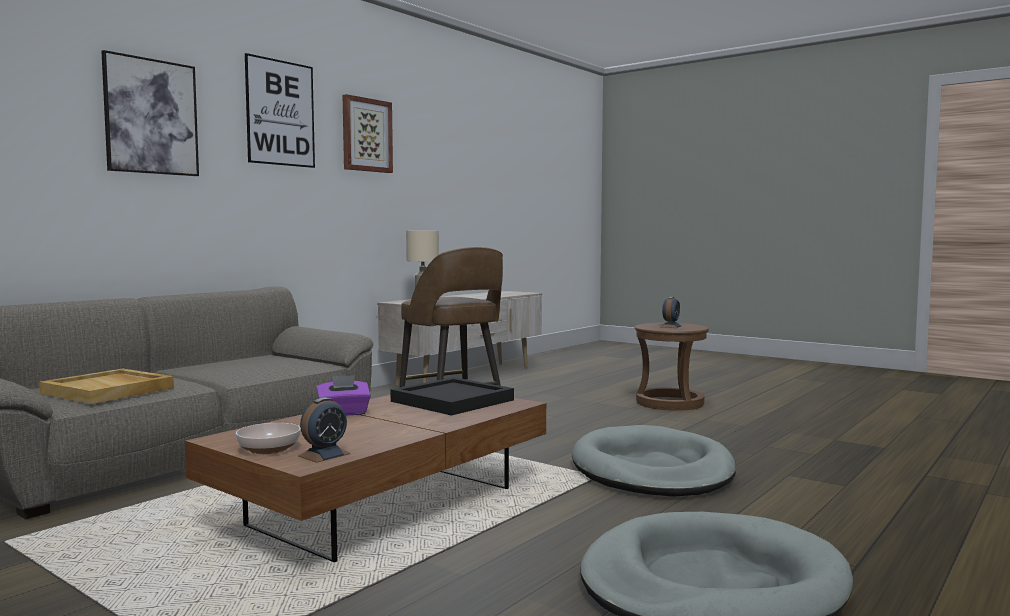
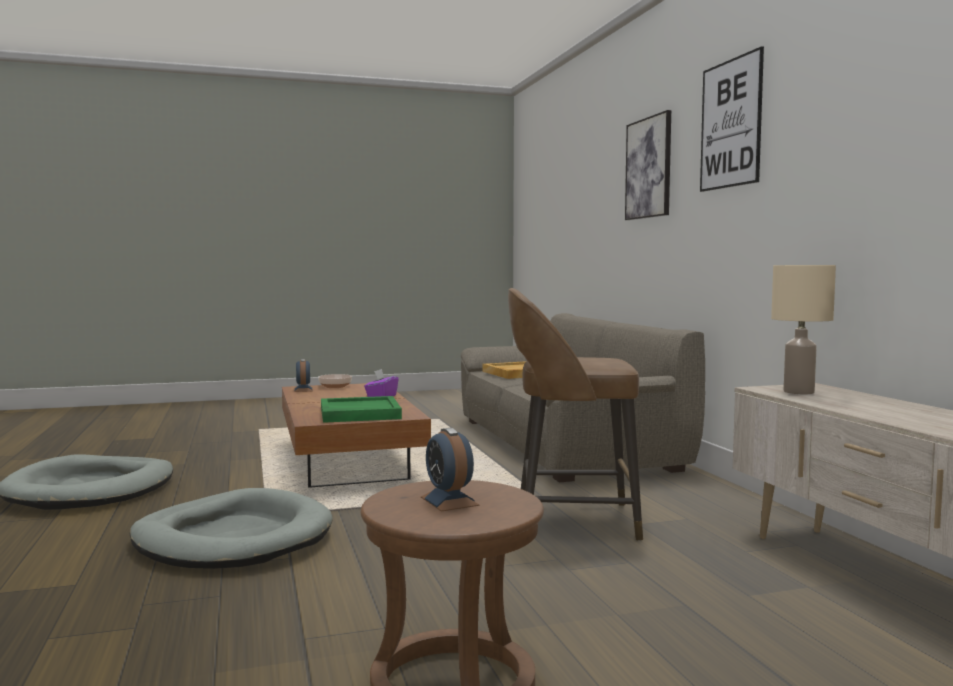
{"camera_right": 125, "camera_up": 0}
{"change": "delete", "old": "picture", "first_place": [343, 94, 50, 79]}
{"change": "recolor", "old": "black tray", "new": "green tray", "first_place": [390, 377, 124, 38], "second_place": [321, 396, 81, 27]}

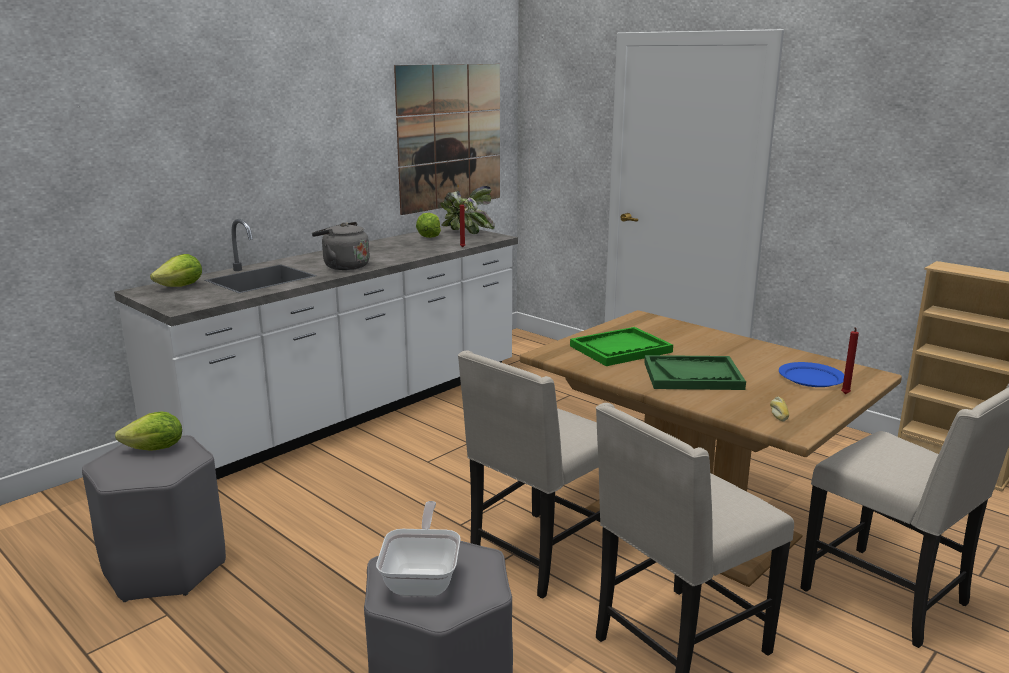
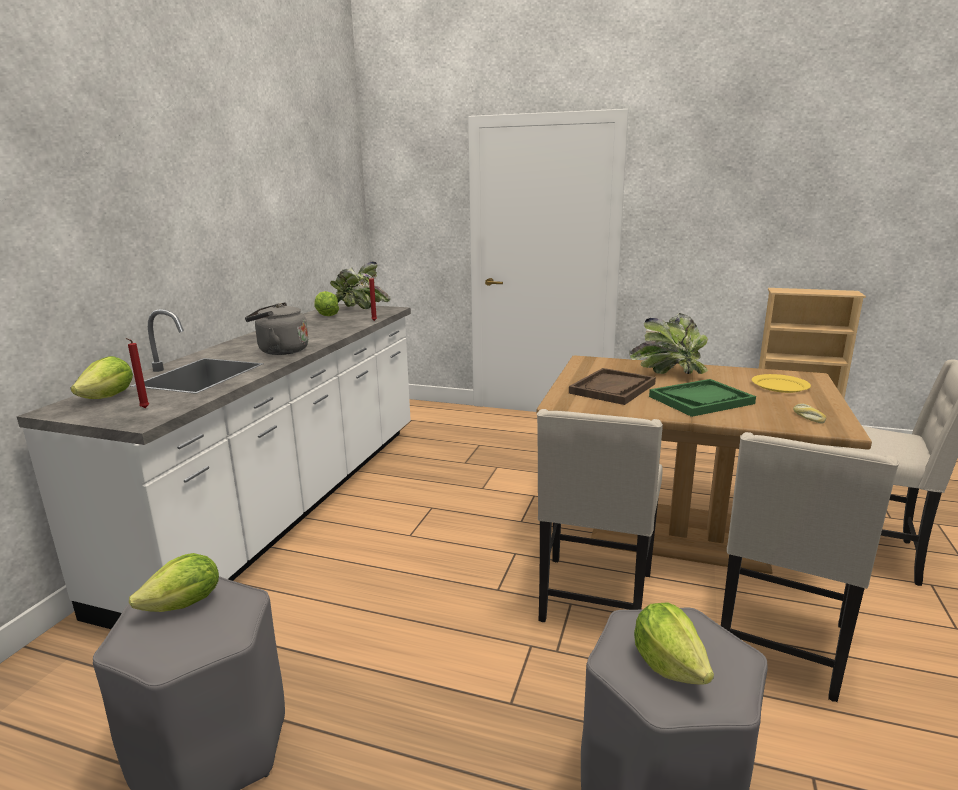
{"camera_right": -25, "camera_up": 0}
{"change": "delete", "old": "picture", "first_place": [394, 64, 106, 151]}
{"change": "insert", "new": "potted plant", "second_place": [630, 313, 78, 61]}
{"change": "move", "old": "red candle", "first_place": [841, 327, 18, 67], "second_place": [126, 338, 23, 70]}
{"change": "replace", "old": "frying pan", "new": "lettuce", "first_place": [376, 501, 85, 96], "second_place": [634, 602, 80, 83]}
{"change": "recolor", "old": "green tray", "new": "brown tray", "first_place": [570, 327, 103, 39], "second_place": [569, 368, 87, 37]}
{"change": "recolor", "old": "blue plate", "new": "yellow plate", "first_place": [779, 362, 65, 25], "second_place": [752, 374, 59, 19]}

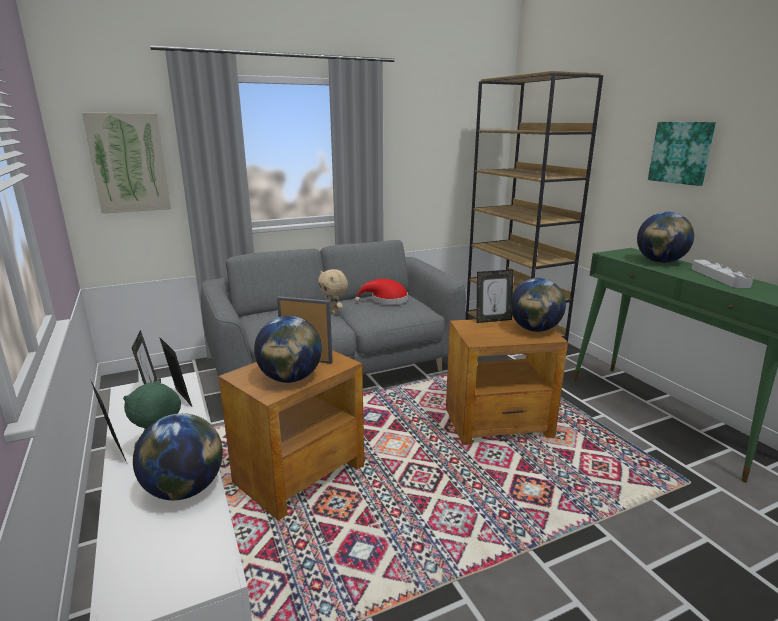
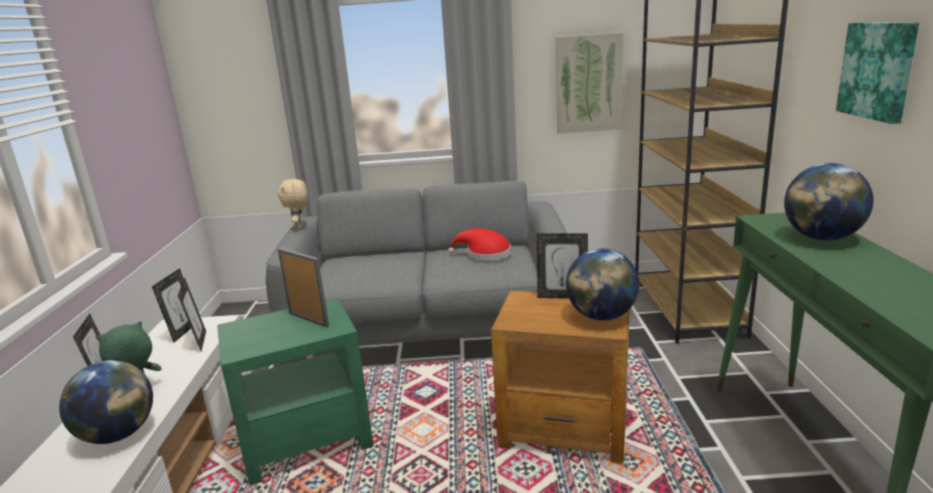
{"camera_right": 25, "camera_up": 0}
{"change": "delete", "old": "globe", "first_place": [254, 316, 68, 67]}
{"change": "delete", "old": "grey tray", "first_place": [692, 260, 61, 28]}
{"change": "move", "old": "picture", "first_place": [82, 113, 89, 100], "second_place": [556, 32, 67, 102]}
{"change": "move", "old": "beige plush toy", "first_place": [318, 269, 30, 46], "second_place": [277, 179, 31, 50]}
{"change": "recolor", "old": "brown side table", "new": "green side table", "first_place": [218, 350, 146, 171], "second_place": [217, 298, 157, 188]}

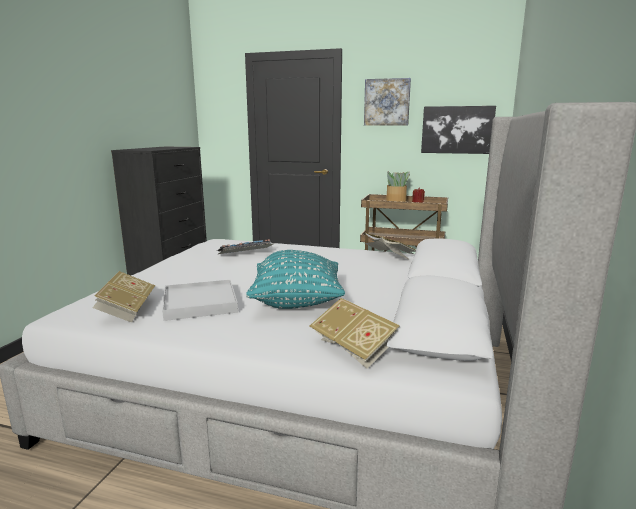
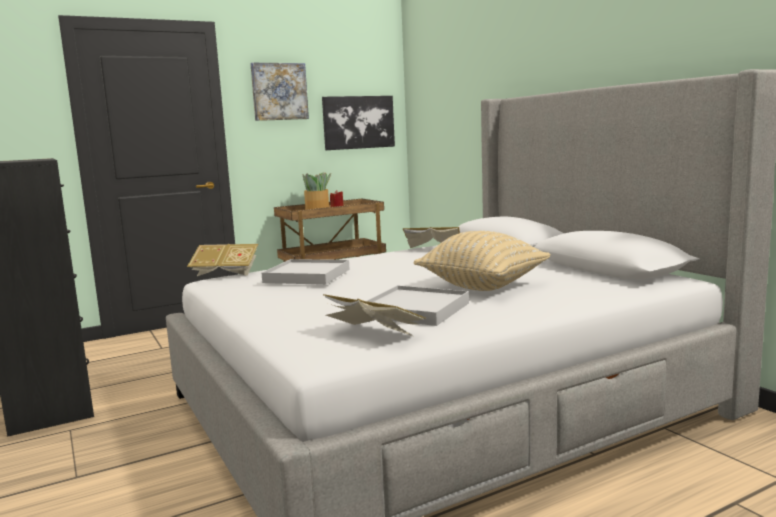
{"camera_right": -45, "camera_up": -5}
{"change": "move", "old": "book", "first_place": [309, 298, 91, 70], "second_place": [187, 244, 71, 32]}
{"change": "replace", "old": "keyboard", "new": "white tray", "first_place": [217, 239, 58, 15], "second_place": [262, 259, 87, 26]}
{"change": "recolor", "old": "turquoise pillow", "new": "beige pillow", "first_place": [246, 250, 99, 59], "second_place": [414, 231, 137, 60]}

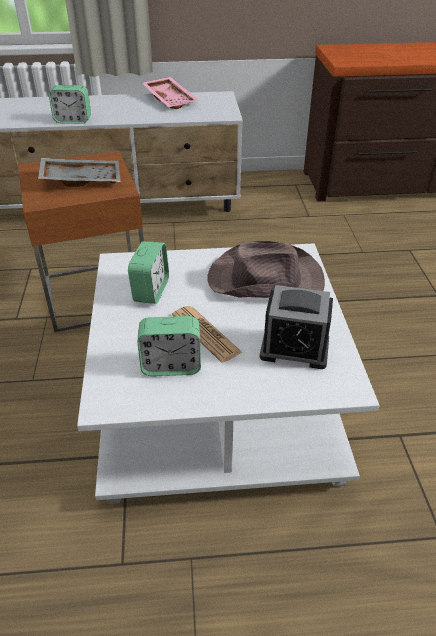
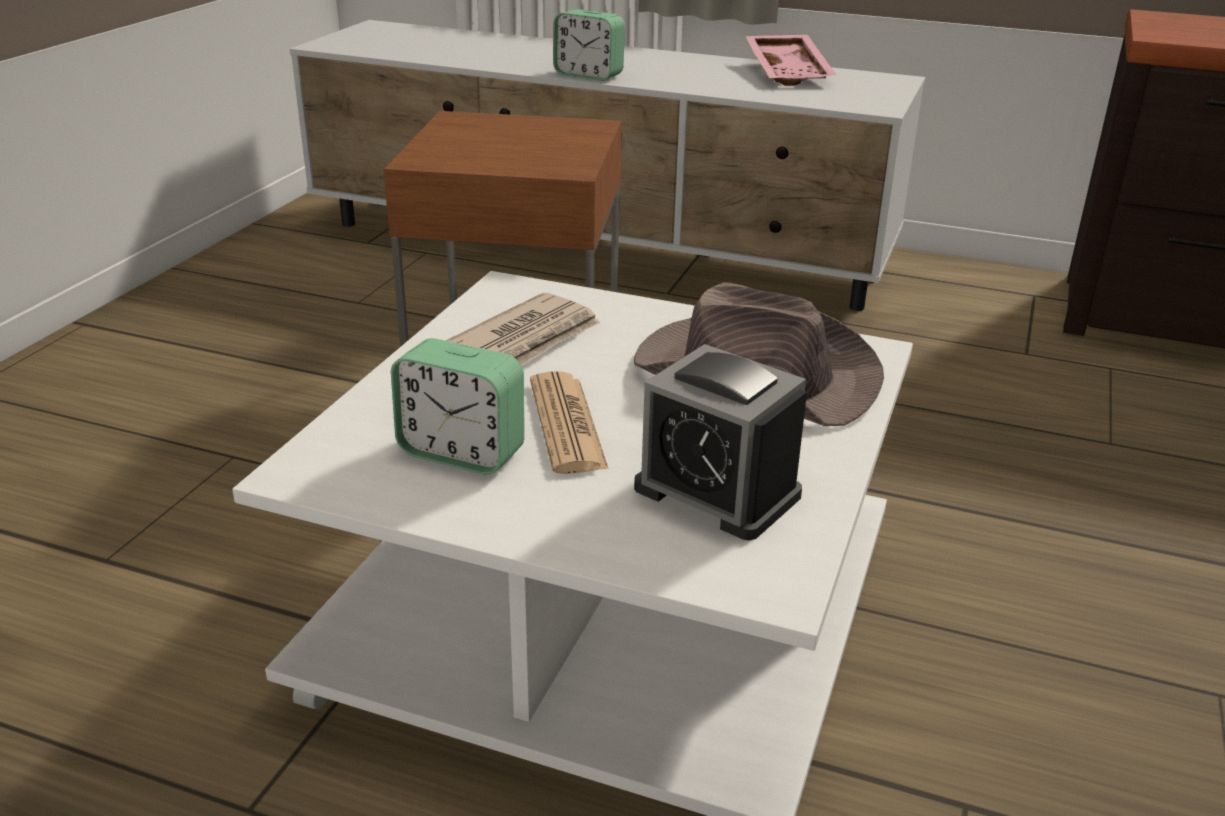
{"camera_right": 25, "camera_up": -10}
{"change": "delete", "old": "grey tray", "first_place": [38, 158, 83, 29]}
{"change": "replace", "old": "alarm clock", "new": "newspaper", "first_place": [128, 241, 41, 63], "second_place": [445, 293, 155, 73]}

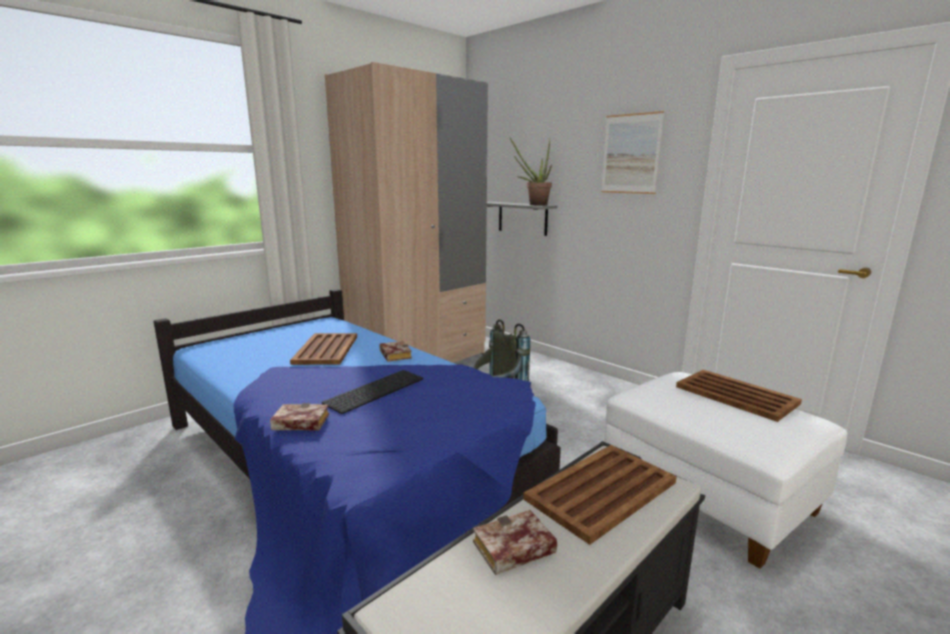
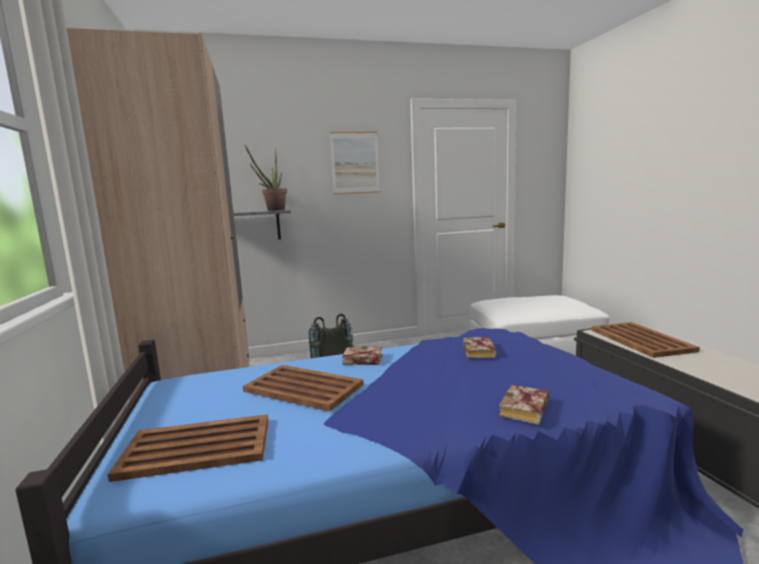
{"camera_right": -60, "camera_up": -5}
{"change": "delete", "old": "keyboard", "first_place": [322, 370, 101, 44]}
{"change": "move", "old": "book", "first_place": [473, 510, 84, 65], "second_place": [463, 337, 33, 21]}
{"change": "move", "old": "brown tray", "first_place": [676, 370, 126, 52], "second_place": [107, 414, 161, 68]}

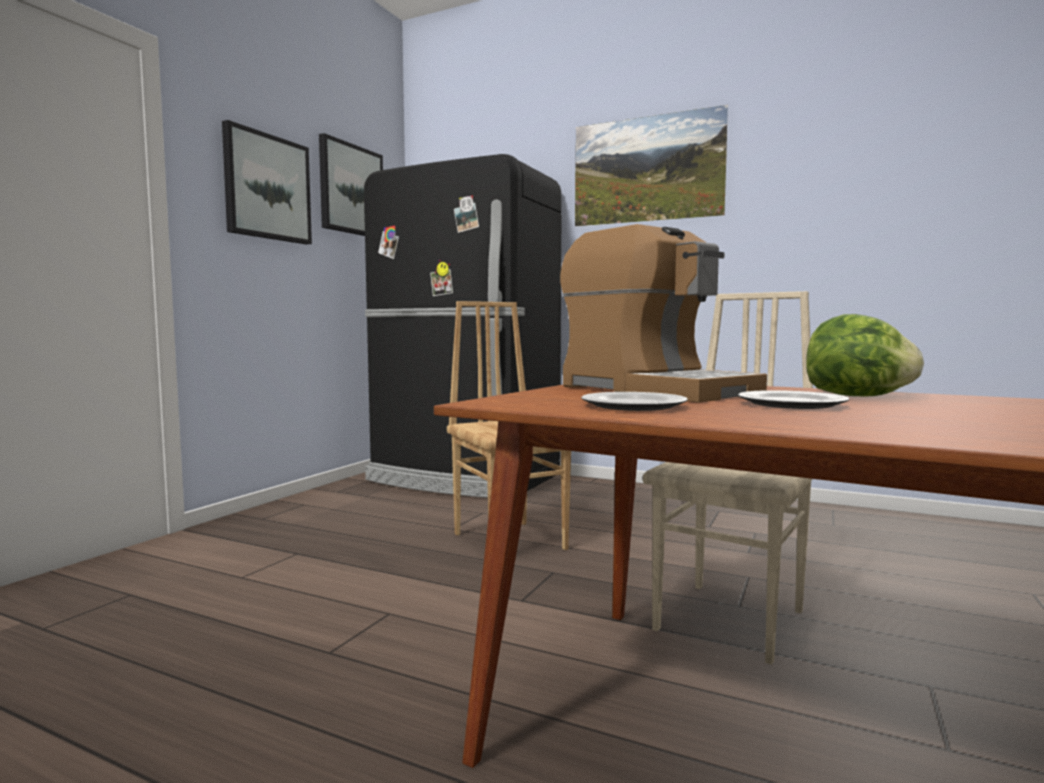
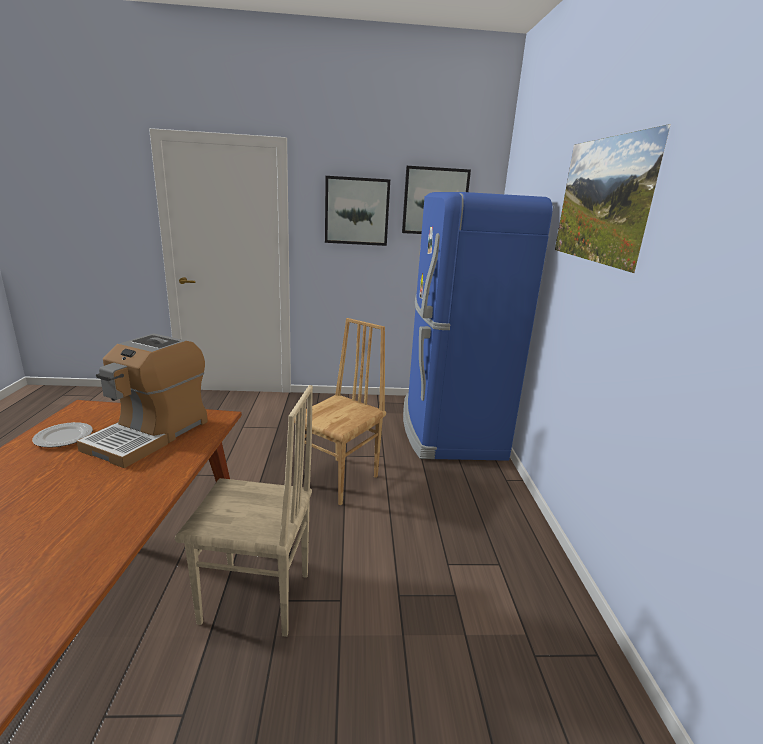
{"camera_right": 60, "camera_up": 15}
{"change": "delete", "old": "plate", "first_place": [738, 390, 111, 19]}
{"change": "delete", "old": "lettuce", "first_place": [806, 314, 118, 82]}
{"change": "recolor", "old": "black fridge", "new": "blue fridge", "first_place": [364, 154, 197, 344], "second_place": [403, 192, 150, 269]}

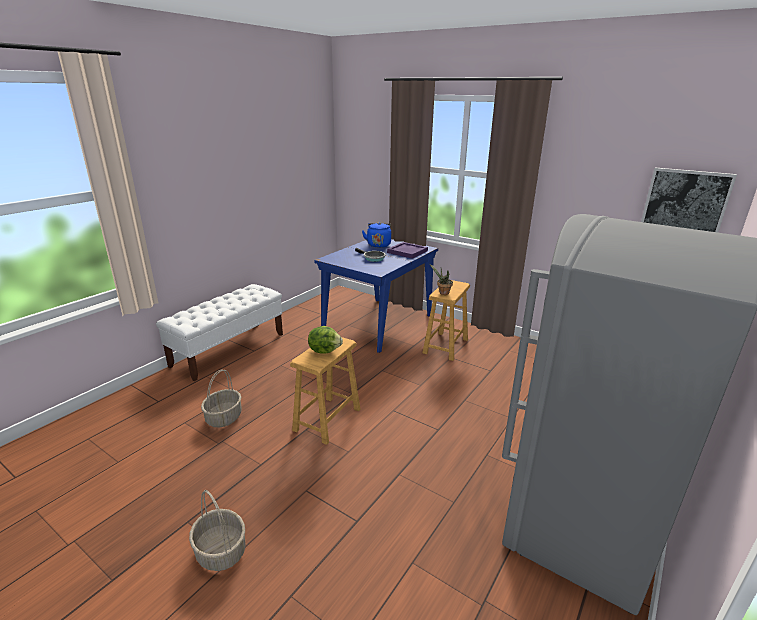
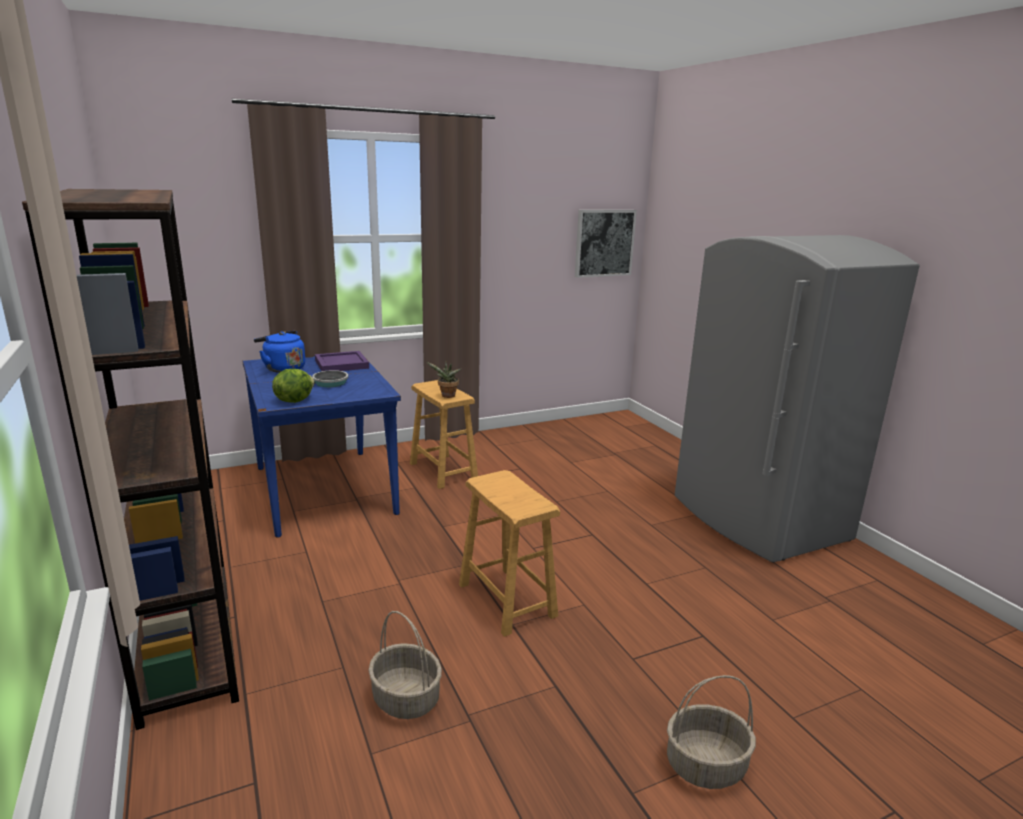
{"camera_right": -60, "camera_up": -5}
{"change": "move", "old": "lettuce", "first_place": [308, 326, 35, 28], "second_place": [272, 369, 43, 34]}
{"change": "replace", "old": "white bench", "new": "brown bookcase", "first_place": [156, 284, 127, 97], "second_place": [22, 189, 217, 541]}

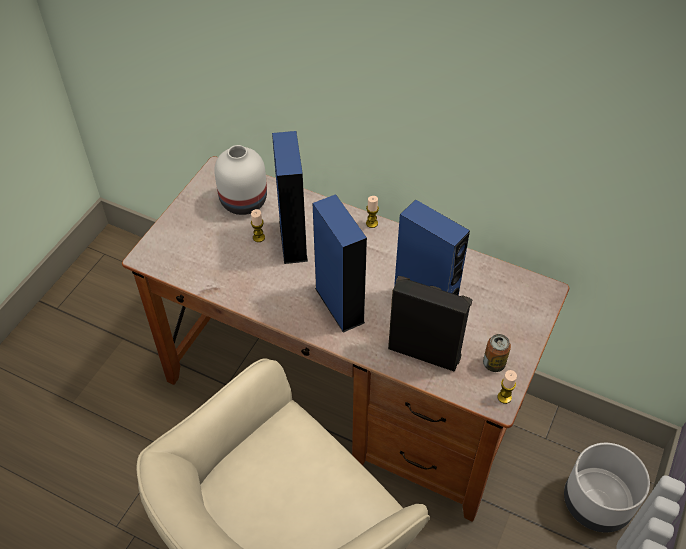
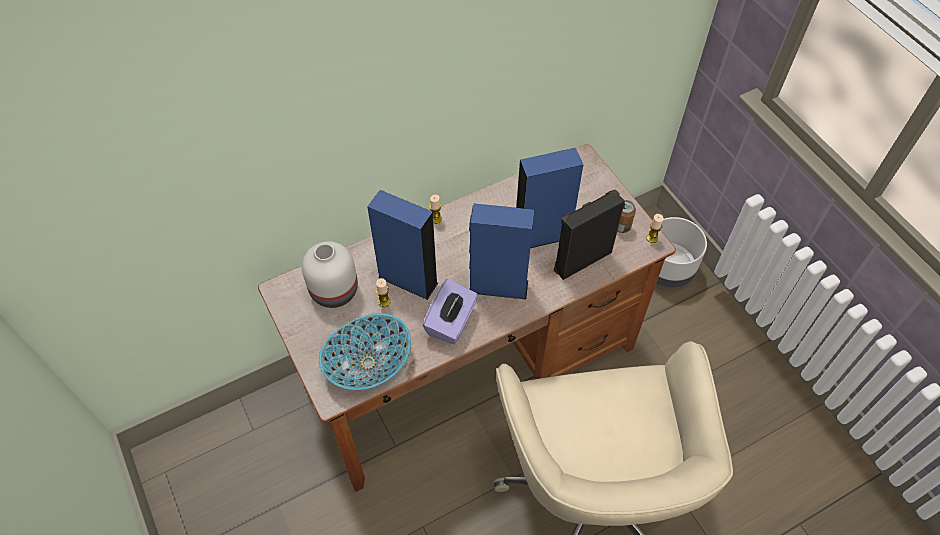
{"camera_right": -55, "camera_up": 5}
{"change": "insert", "new": "bowl", "second_place": [319, 313, 92, 77]}
{"change": "insert", "new": "purple tissue box", "second_place": [423, 279, 55, 65]}

